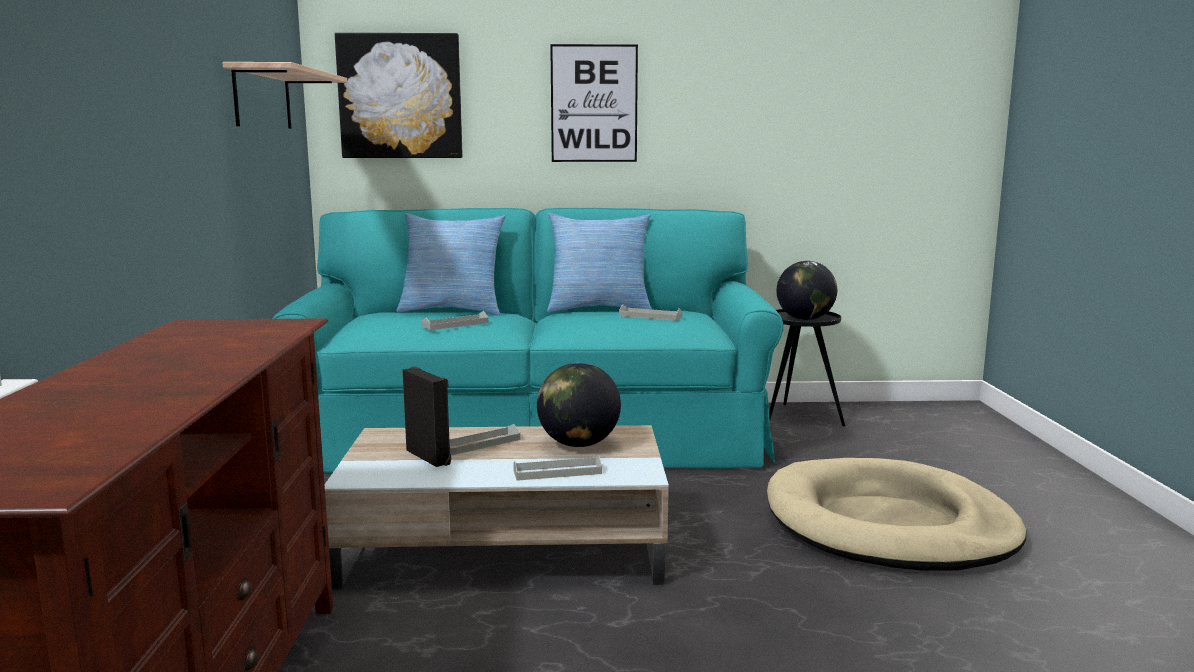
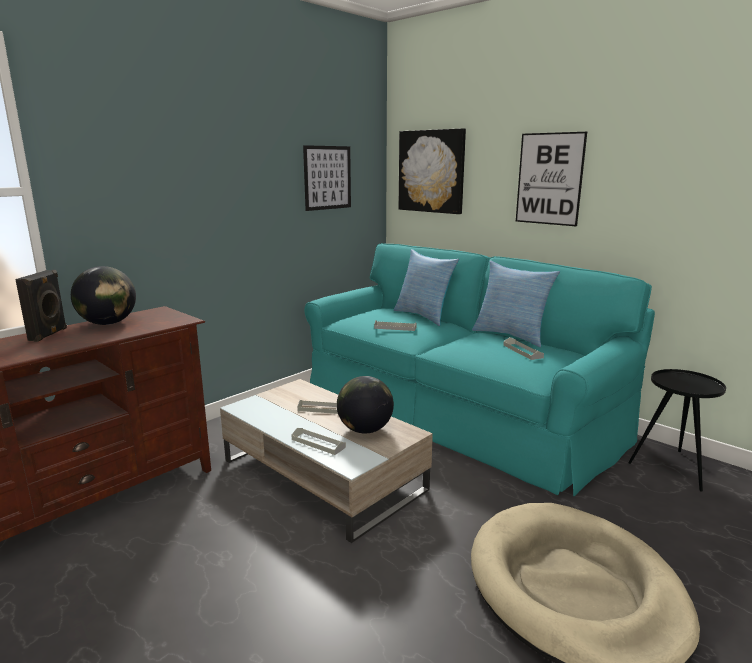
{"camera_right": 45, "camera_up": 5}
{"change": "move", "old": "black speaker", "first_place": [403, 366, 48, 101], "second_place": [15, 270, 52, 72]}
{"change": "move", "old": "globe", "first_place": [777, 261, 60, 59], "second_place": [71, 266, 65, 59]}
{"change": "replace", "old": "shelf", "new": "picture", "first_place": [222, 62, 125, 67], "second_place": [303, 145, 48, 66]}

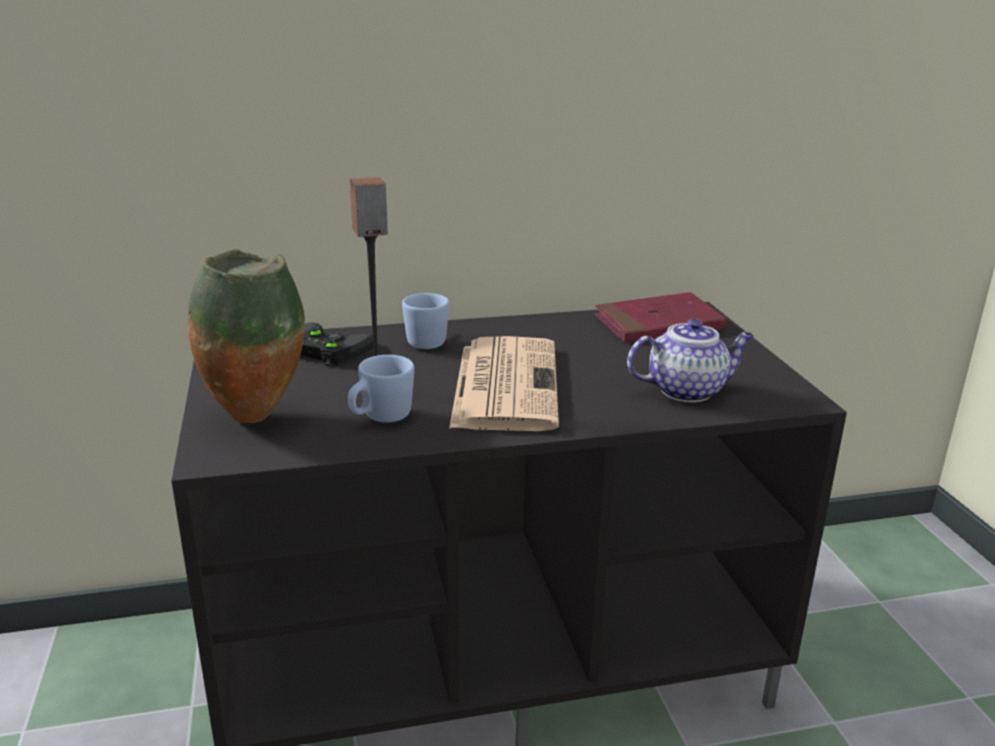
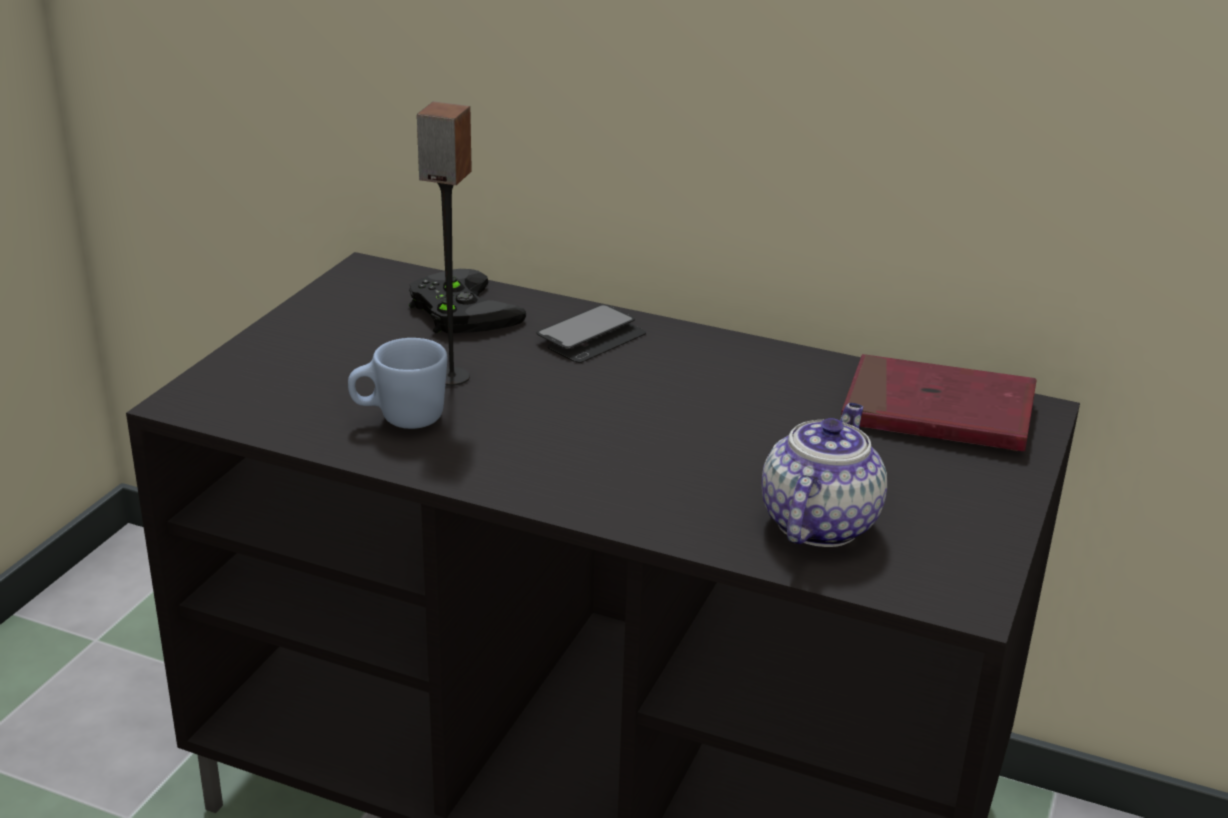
{"camera_right": 35, "camera_up": 5}
{"change": "delete", "old": "vase", "first_place": [187, 249, 118, 174]}
{"change": "delete", "old": "newspaper", "first_place": [449, 336, 110, 95]}
{"change": "replace", "old": "blue mug", "new": "phone", "first_place": [402, 293, 47, 56], "second_place": [536, 304, 110, 59]}
{"change": "rotate", "old": "teapot", "first_place": [627, 319, 127, 83], "second_place": [761, 403, 126, 144], "degrees": -90}

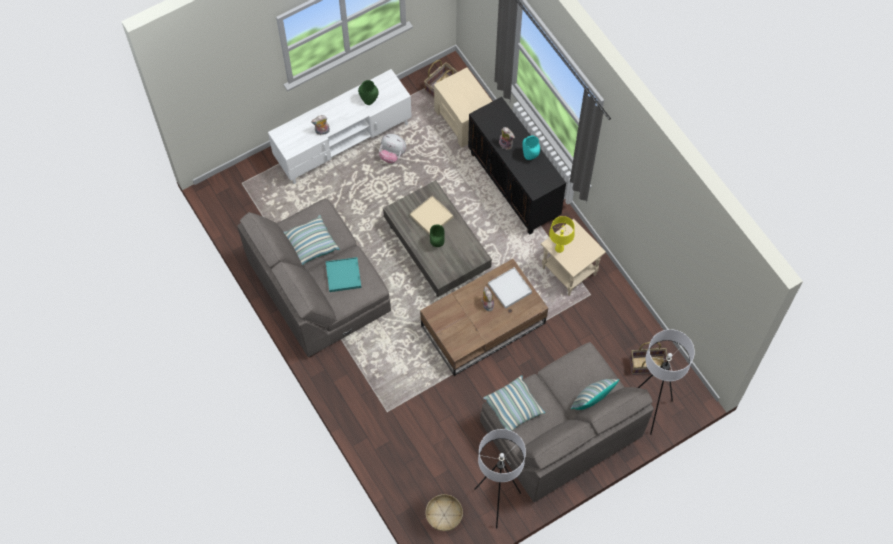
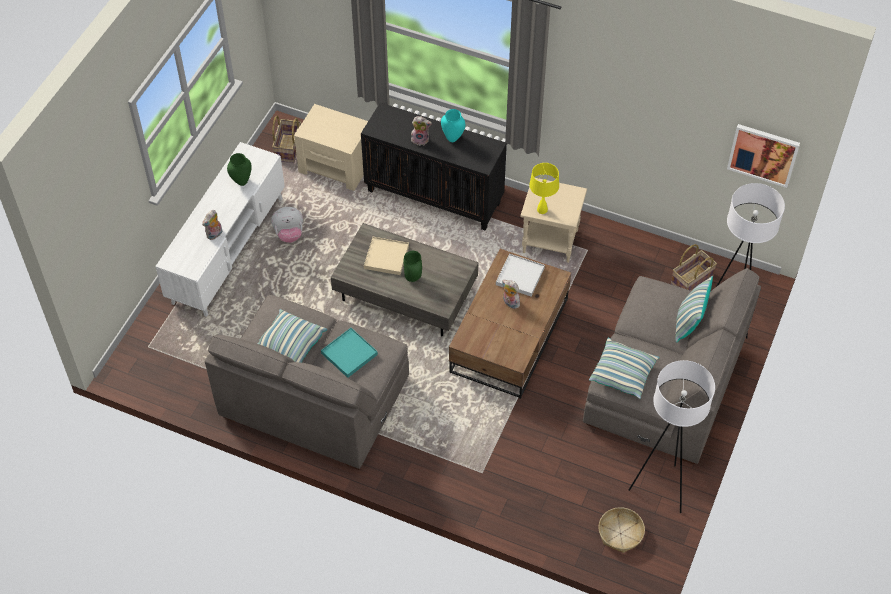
{"camera_right": -35, "camera_up": -10}
{"change": "insert", "new": "picture", "second_place": [727, 124, 73, 64]}

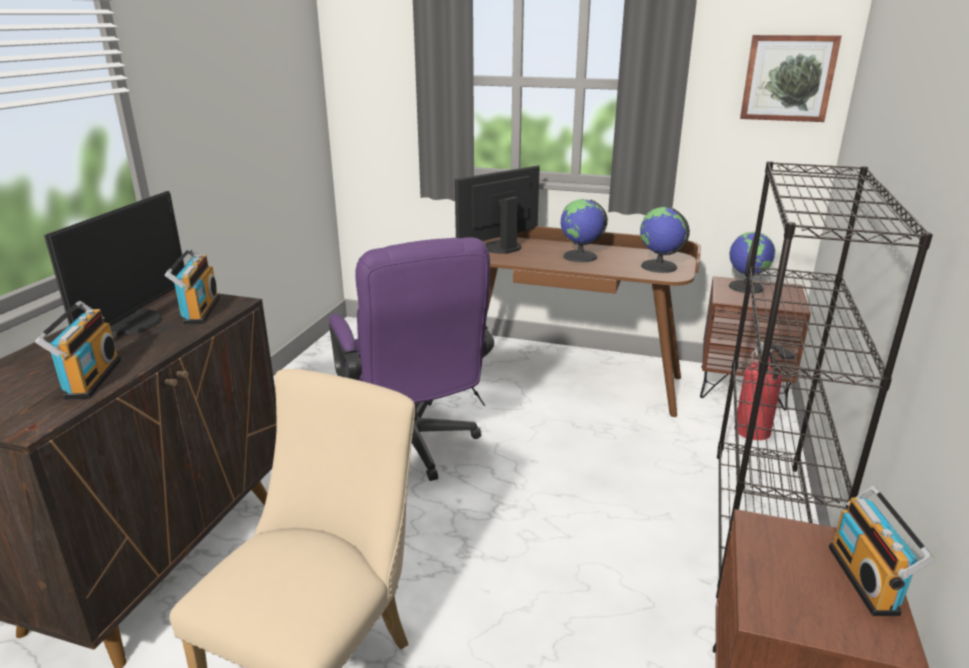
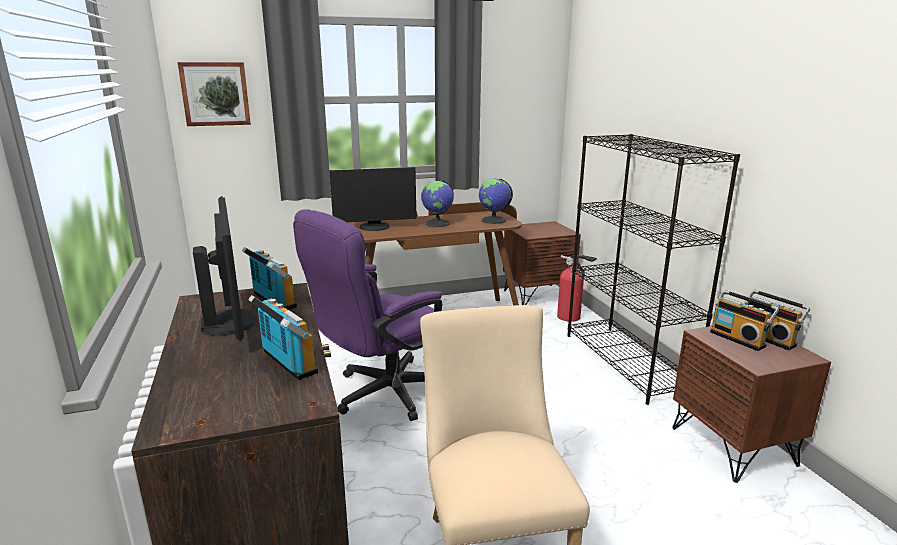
{"camera_right": -35, "camera_up": -5}
{"change": "delete", "old": "globe", "first_place": [729, 232, 46, 62]}
{"change": "insert", "new": "radio", "second_place": [710, 290, 69, 61]}
{"change": "move", "old": "picture", "first_place": [740, 35, 102, 87], "second_place": [178, 62, 73, 64]}
{"change": "rotate", "old": "purple office chair", "first_place": [329, 237, 165, 244], "second_place": [293, 209, 149, 212], "degrees": 105}
{"change": "rotate", "old": "monitor", "first_place": [455, 165, 85, 89], "second_place": [329, 167, 87, 64], "degrees": -120}

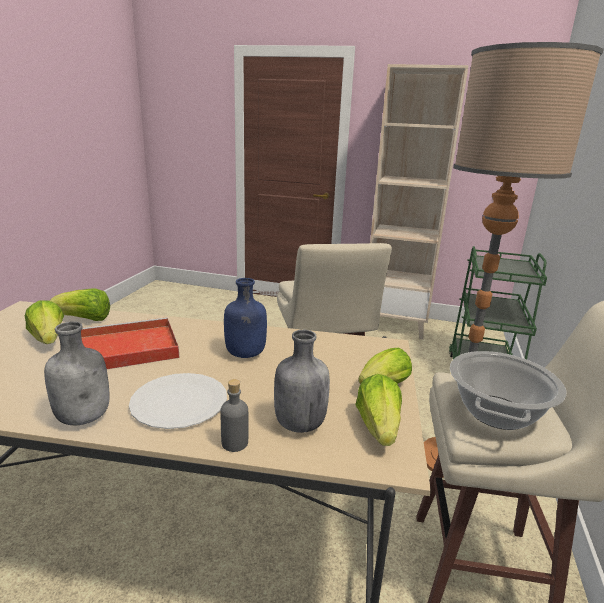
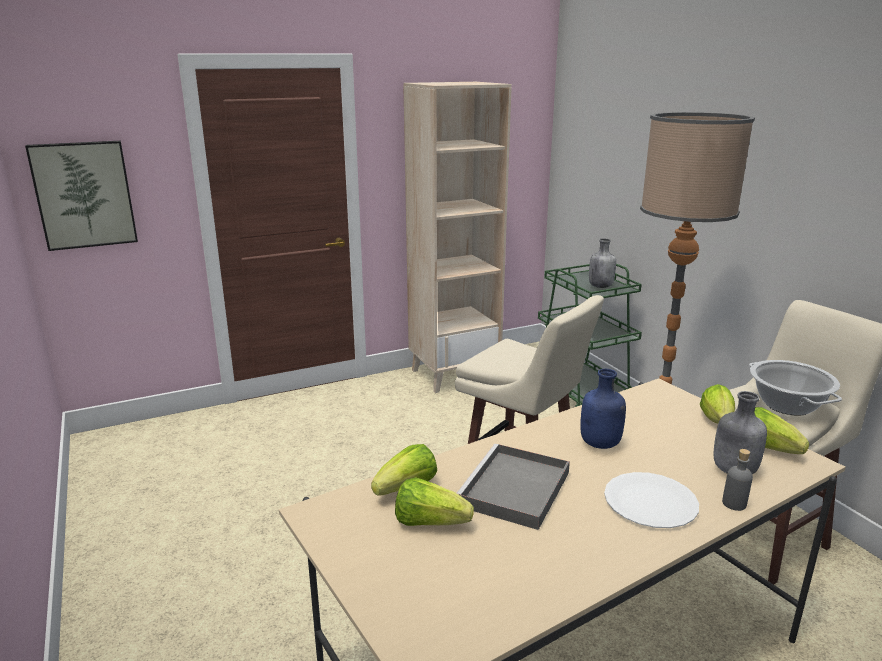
{"camera_right": -40, "camera_up": 0}
{"change": "insert", "new": "picture", "second_place": [25, 141, 113, 110]}
{"change": "move", "old": "grey bottle", "first_place": [44, 321, 65, 104], "second_place": [589, 239, 27, 49]}
{"change": "recolor", "old": "red tray", "new": "grey tray", "first_place": [81, 317, 98, 52], "second_place": [457, 444, 113, 86]}

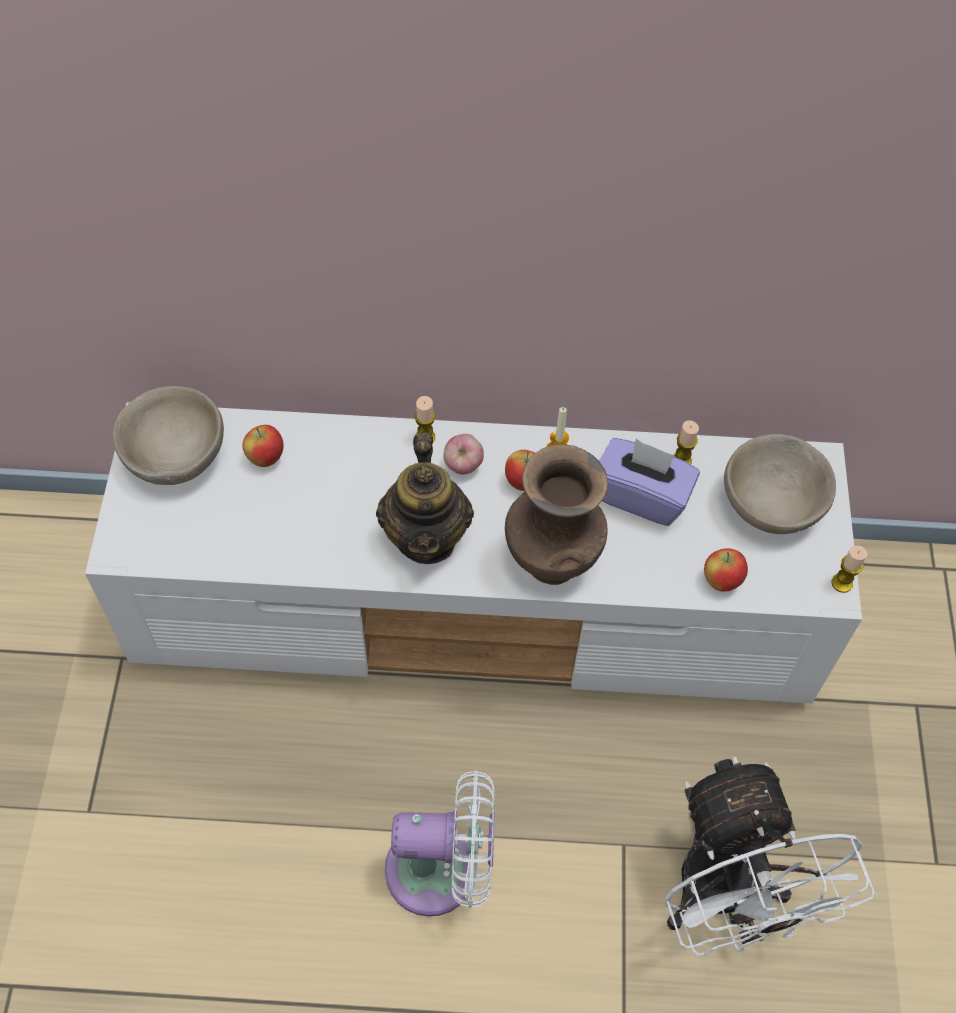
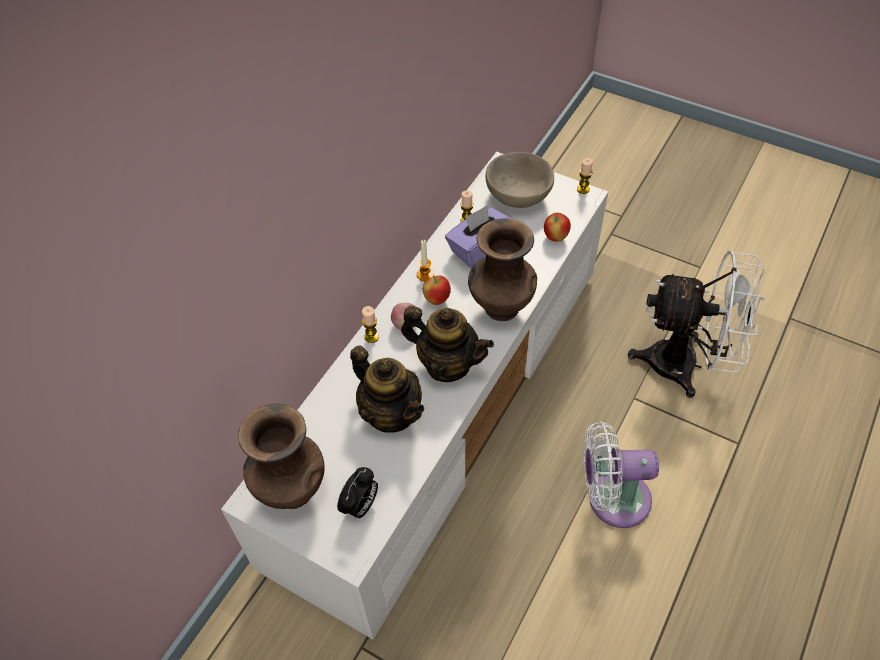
{"camera_right": -60, "camera_up": -5}
{"change": "delete", "old": "apple", "first_place": [243, 425, 41, 42]}
{"change": "insert", "new": "alarm clock", "second_place": [337, 467, 41, 53]}
{"change": "insert", "new": "teapot", "second_place": [350, 346, 74, 87]}
{"change": "replace", "old": "beige bowl", "new": "brown vase", "first_place": [113, 386, 111, 99], "second_place": [238, 404, 87, 105]}
{"change": "rotate", "old": "white fan", "first_place": [385, 771, 110, 145], "second_place": [584, 421, 75, 107], "degrees": -120}

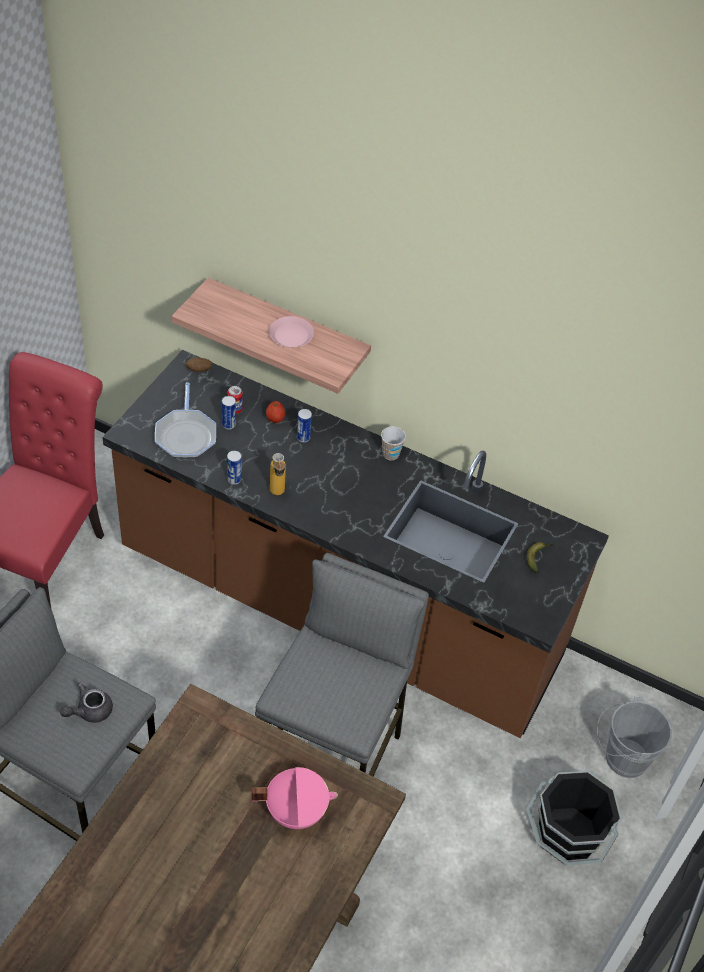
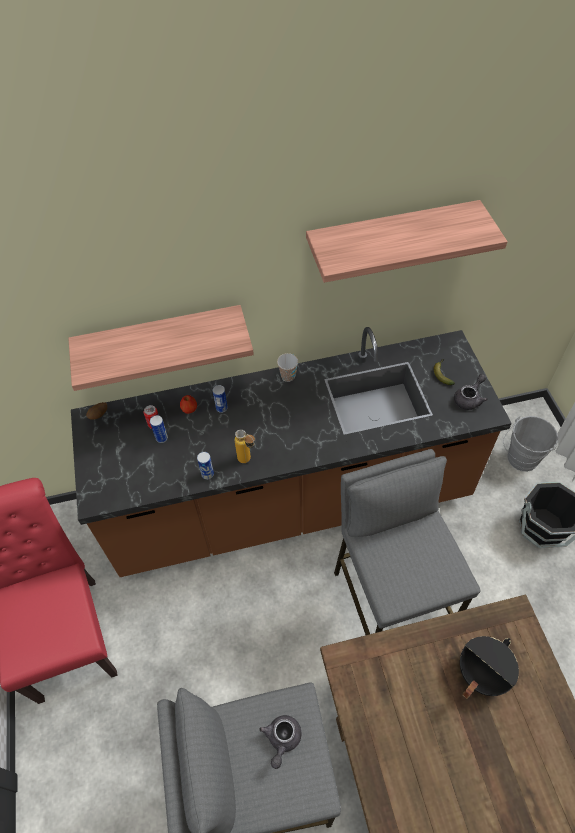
{"camera_right": -35, "camera_up": 5}
{"change": "delete", "old": "frying pan", "first_place": [155, 382, 61, 76]}
{"change": "delete", "old": "pink plate", "first_place": [269, 316, 45, 32]}
{"change": "insert", "new": "shelf", "second_place": [306, 200, 202, 83]}
{"change": "insert", "new": "grey teapot", "second_place": [454, 374, 34, 36]}
{"change": "recolor", "old": "pink cooking pot", "new": "black cooking pot", "first_place": [251, 767, 87, 62], "second_place": [460, 636, 59, 63]}

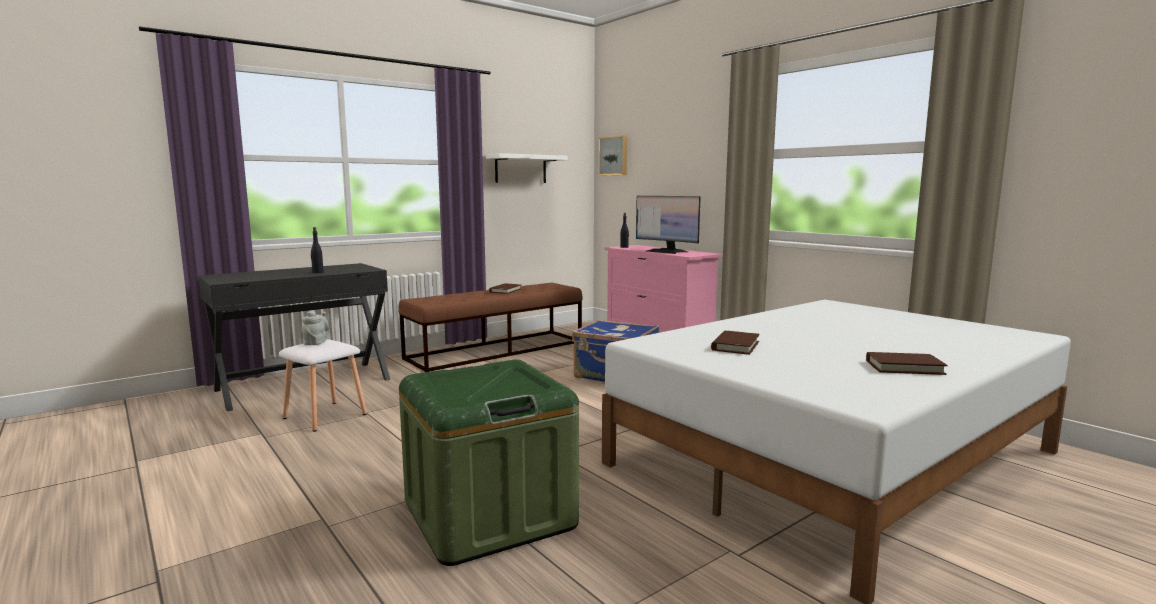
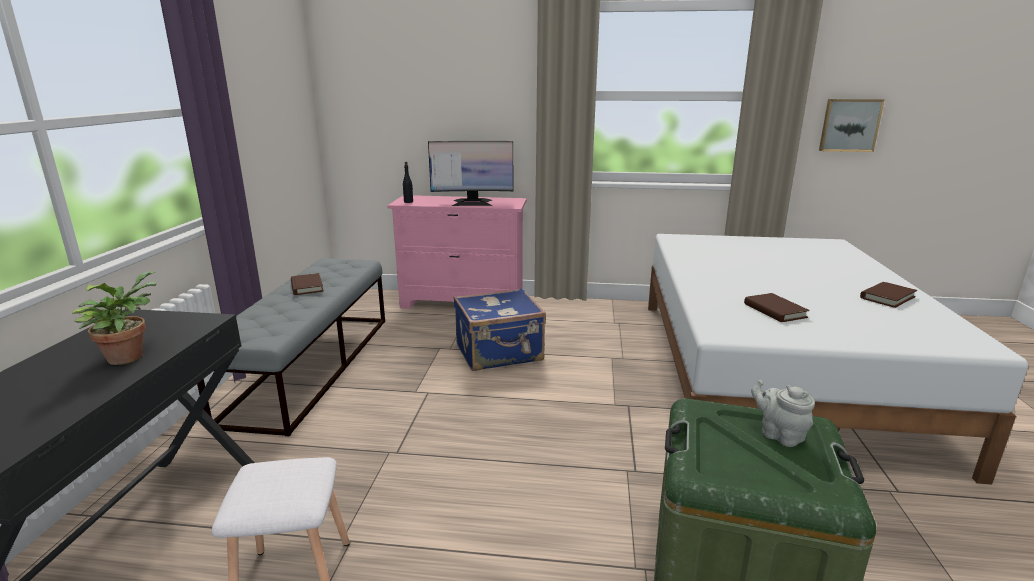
{"camera_right": -45, "camera_up": 10}
{"change": "delete", "old": "white shelf", "first_place": [486, 153, 81, 30]}
{"change": "move", "old": "grey teapot", "first_place": [302, 310, 27, 35], "second_place": [751, 380, 64, 67]}
{"change": "move", "old": "picture", "first_place": [599, 136, 28, 39], "second_place": [819, 99, 66, 53]}
{"change": "replace", "old": "black bottle", "new": "potted plant", "first_place": [311, 227, 13, 46], "second_place": [72, 271, 84, 94]}
{"change": "recolor", "old": "brown bench", "new": "grey bench", "first_place": [398, 283, 185, 89], "second_place": [197, 258, 188, 178]}

